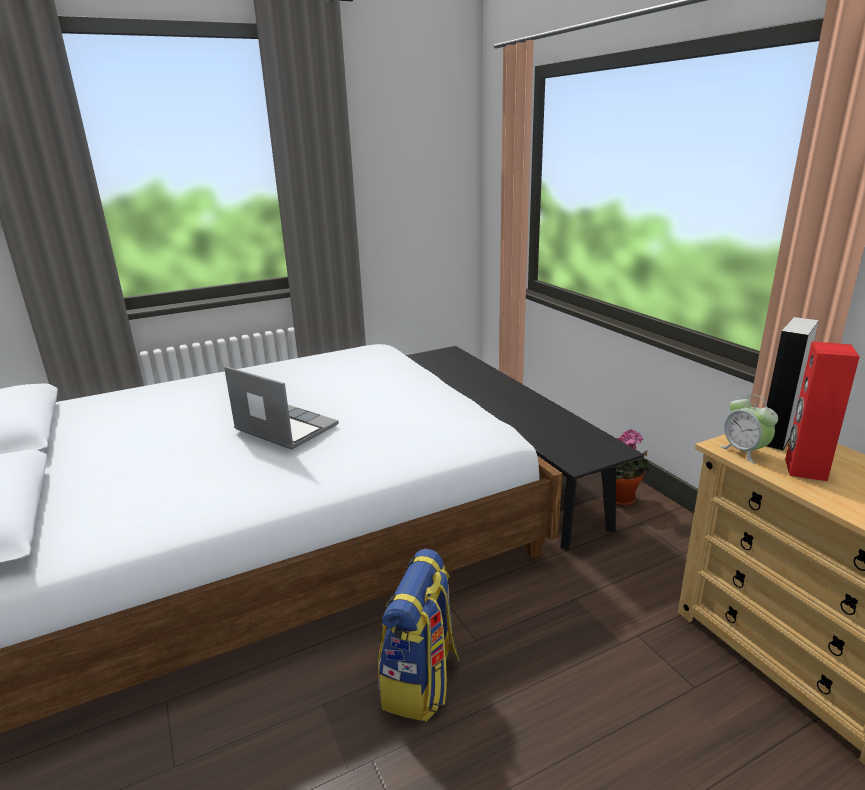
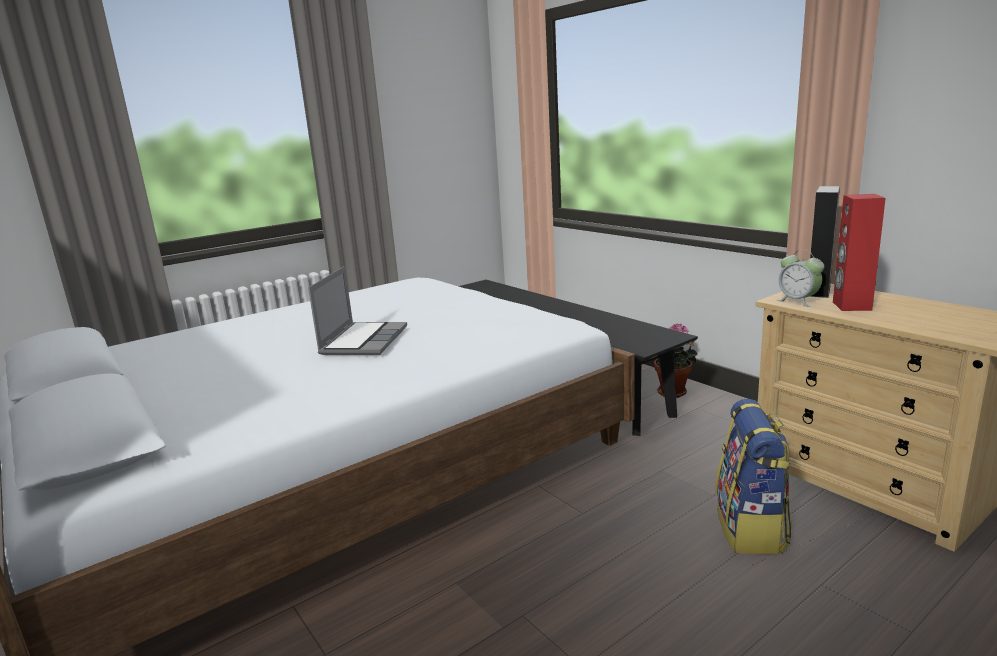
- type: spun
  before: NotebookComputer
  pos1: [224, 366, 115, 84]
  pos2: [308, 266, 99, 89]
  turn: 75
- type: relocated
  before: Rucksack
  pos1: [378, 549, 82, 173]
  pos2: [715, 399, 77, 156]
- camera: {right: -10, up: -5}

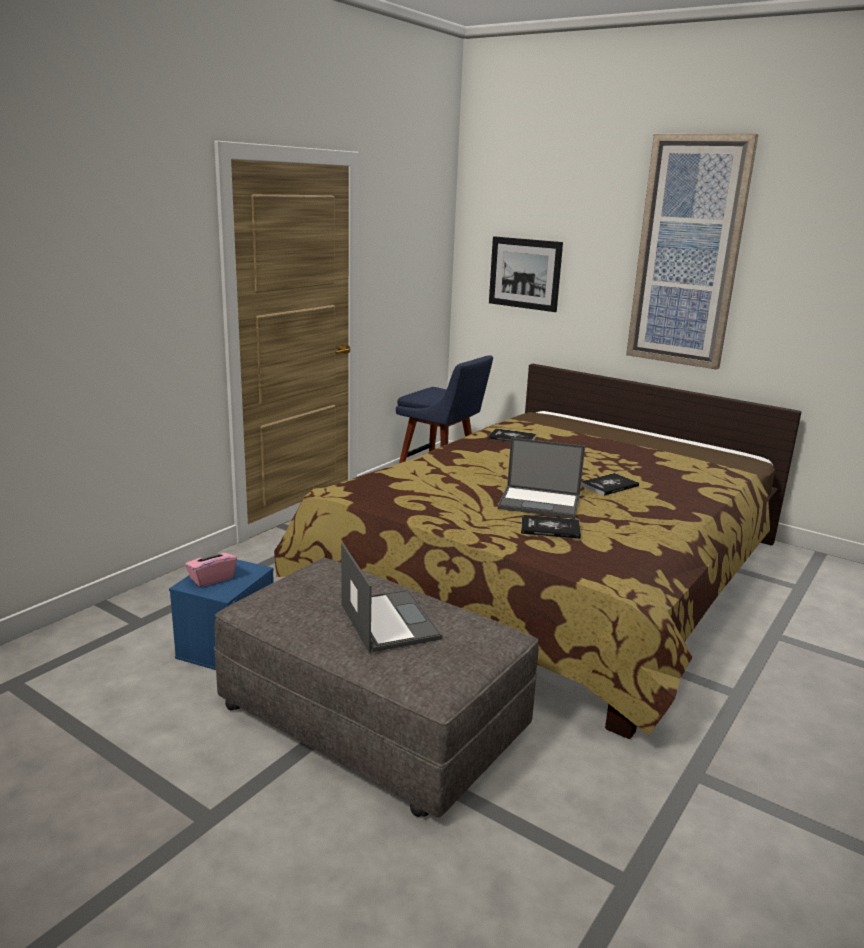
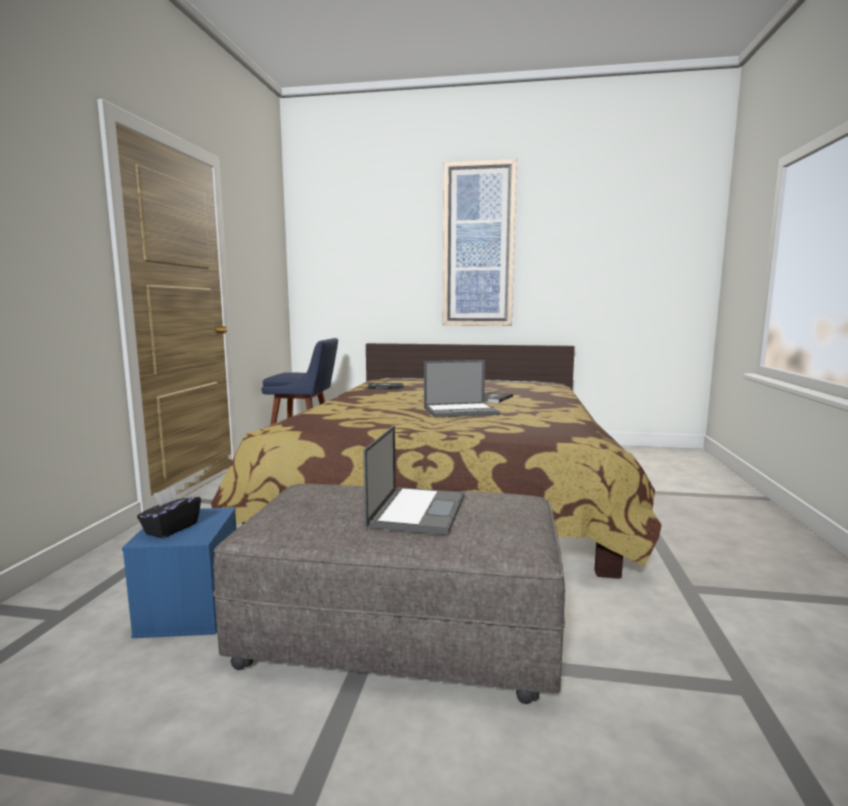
- type: colour
  before: PinkishBoxOfTissues
  after: BlackColouredBoxOfTissues
  pos1: [185, 544, 52, 43]
  pos2: [137, 487, 64, 51]
- type: spun
  before: NotebookComputer
  pos1: [341, 543, 101, 110]
  pos2: [363, 426, 101, 109]
  turn: 60
- type: missing
  before: Picture
  pos1: [489, 236, 74, 76]
- type: missing
  before: BoundBook
  pos1: [521, 515, 60, 24]
- camera: {right: -25, up: -10}

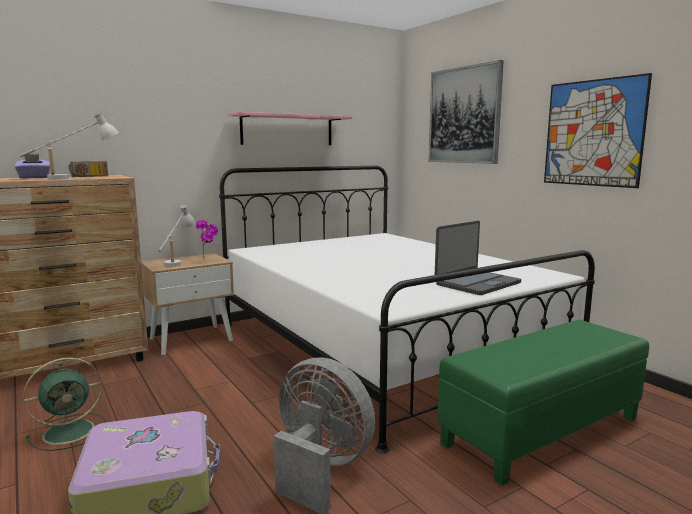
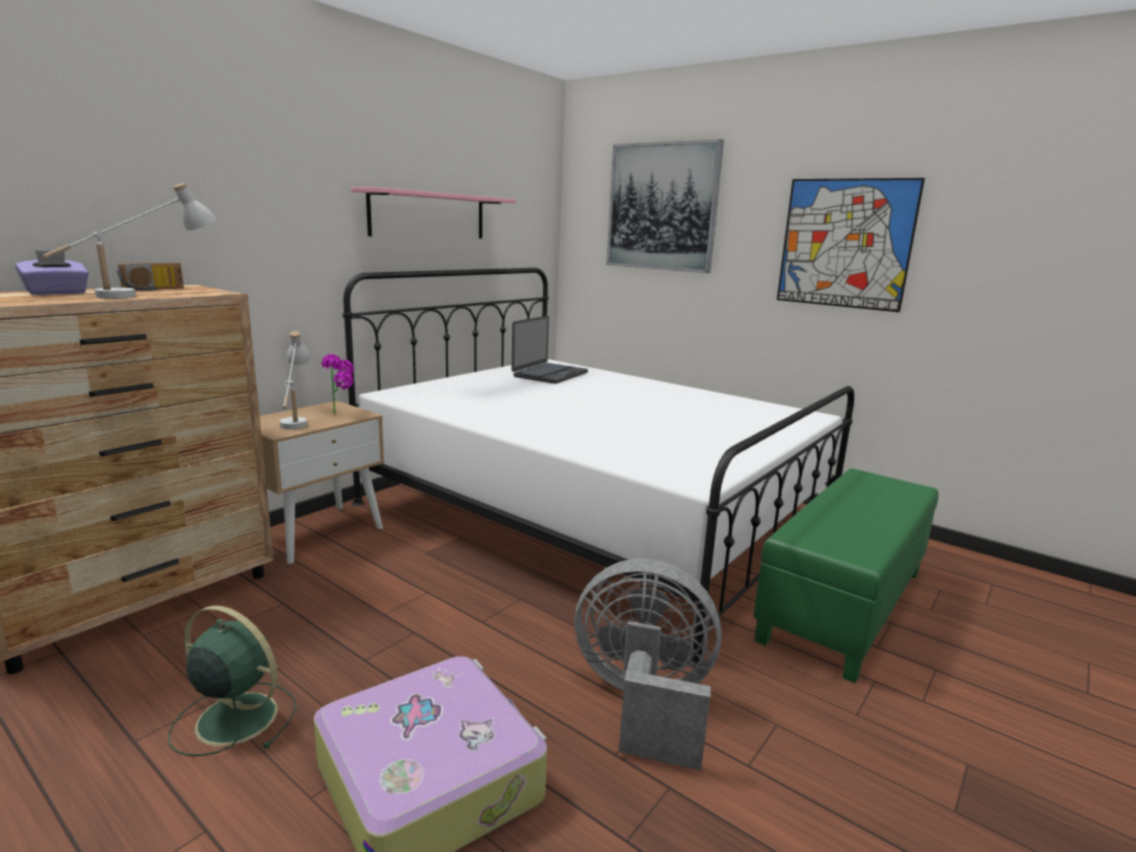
- type: spun
  before: GreenishElectricFan
  pos1: [23, 357, 84, 94]
  pos2: [168, 605, 128, 151]
  turn: -105
- type: relocated
  before: NotebookComputer
  pos1: [435, 221, 86, 74]
  pos2: [512, 316, 76, 68]
- camera: {right: -20, up: 5}

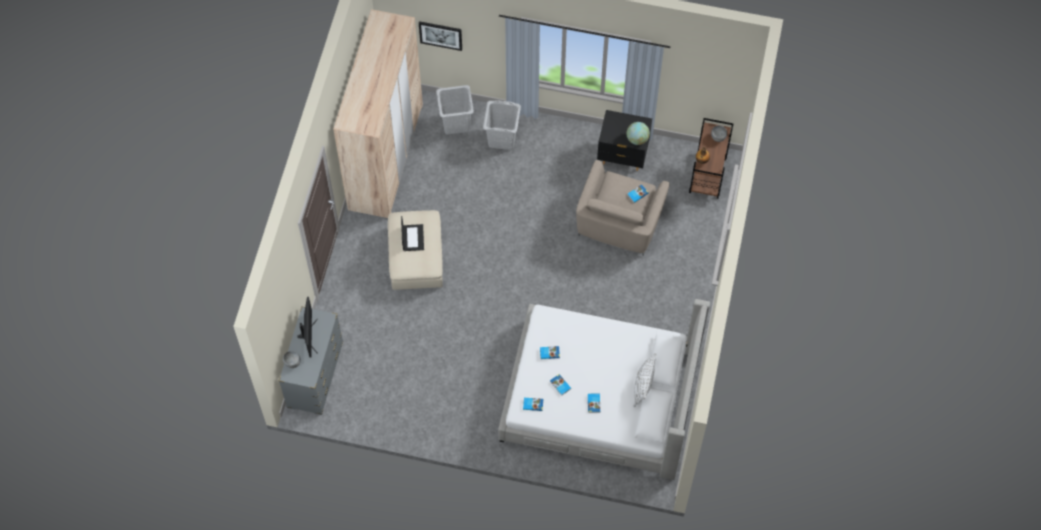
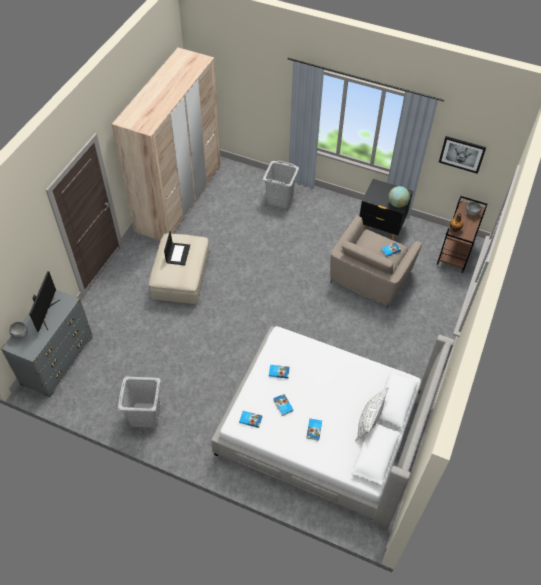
- type: relocated
  before: GreyLaundryBasket
  pos1: [436, 85, 38, 49]
  pos2: [118, 377, 43, 51]
- type: relocated
  before: Picture
  pos1: [419, 21, 43, 30]
  pos2: [439, 136, 47, 38]
- camera: {right: 10, up: -10}

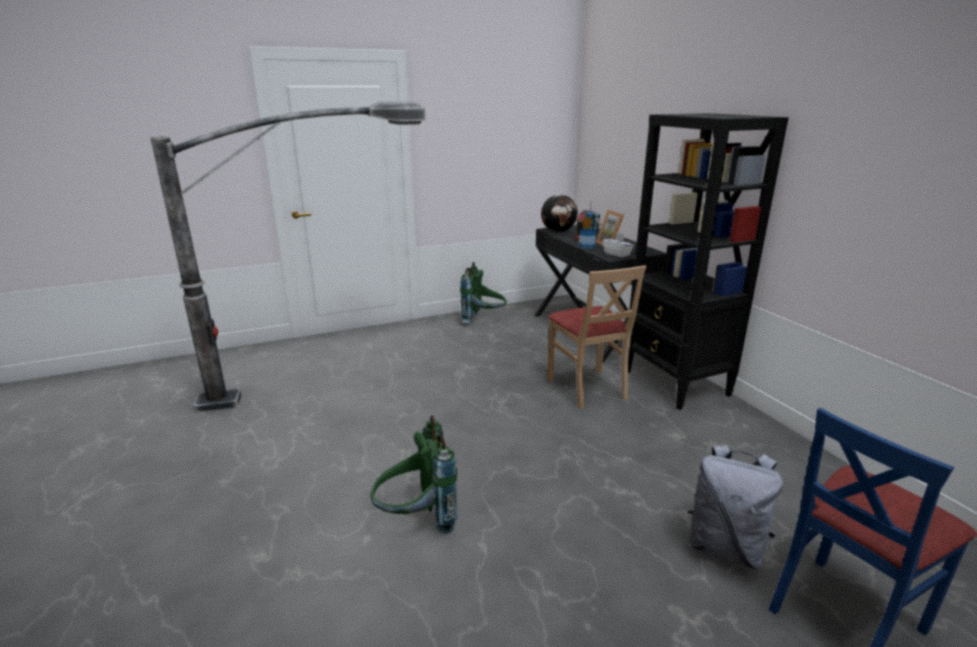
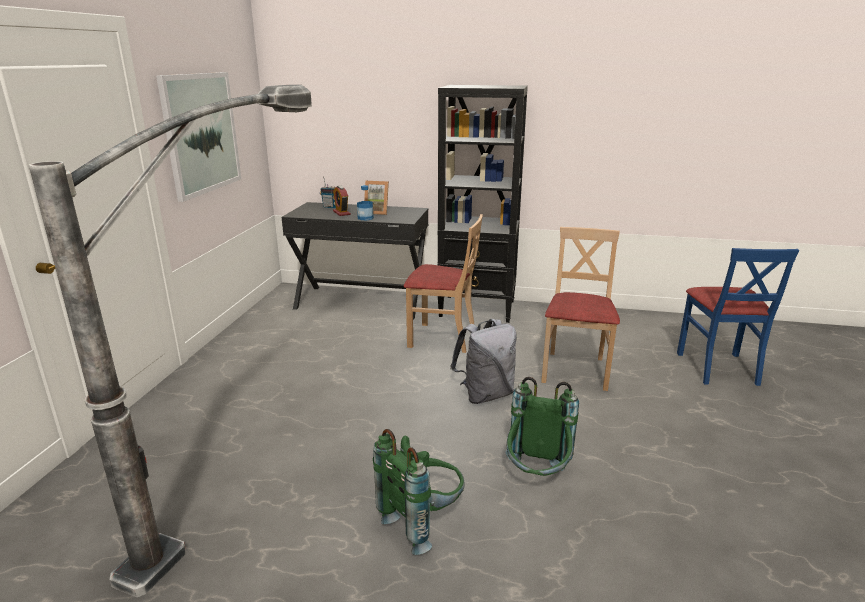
- type: appeared
  after: Picture
  pos2: [156, 72, 85, 130]
- type: relocated
  before: GreenishRucksack
  pos1: [460, 262, 47, 62]
  pos2: [373, 429, 92, 126]
- type: relocated
  before: GreyRucksack
  pos1: [688, 445, 95, 124]
  pos2: [450, 319, 67, 85]
- type: appeared
  after: BeigeColouredChair
  pos2: [541, 227, 79, 164]
- type: missing
  before: WorldGlobe
  pos1: [541, 195, 37, 37]
- type: missing
  before: WhitishBoxOfTissues
  pos1: [603, 233, 31, 24]
- camera: {right: -55, up: 0}

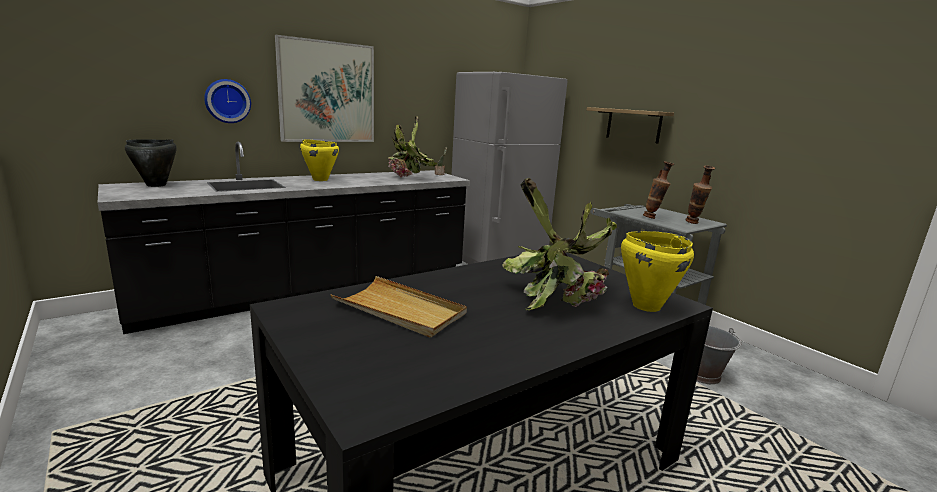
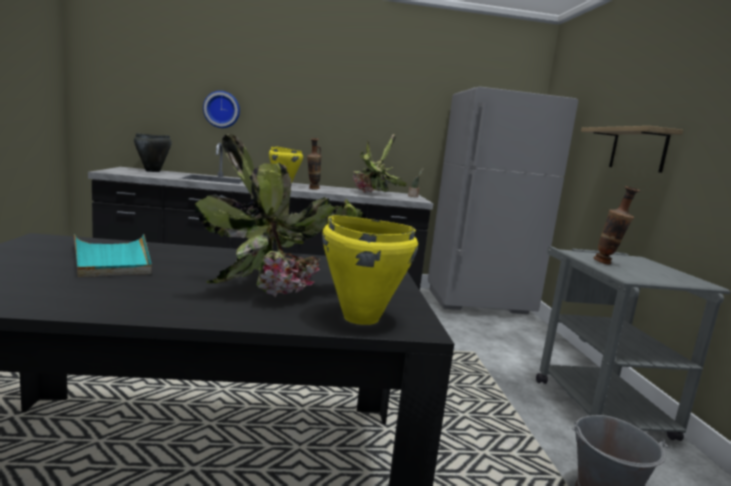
- type: colour
  before: BeigeColouredTray
  after: TurquoiseTray
  pos1: [331, 276, 136, 61]
  pos2: [74, 234, 78, 43]
- type: relocated
  before: Vase
  pos1: [685, 166, 30, 58]
  pos2: [307, 138, 15, 52]
- type: missing
  before: Picture
  pos1: [275, 35, 99, 107]
- camera: {right: 30, up: -5}

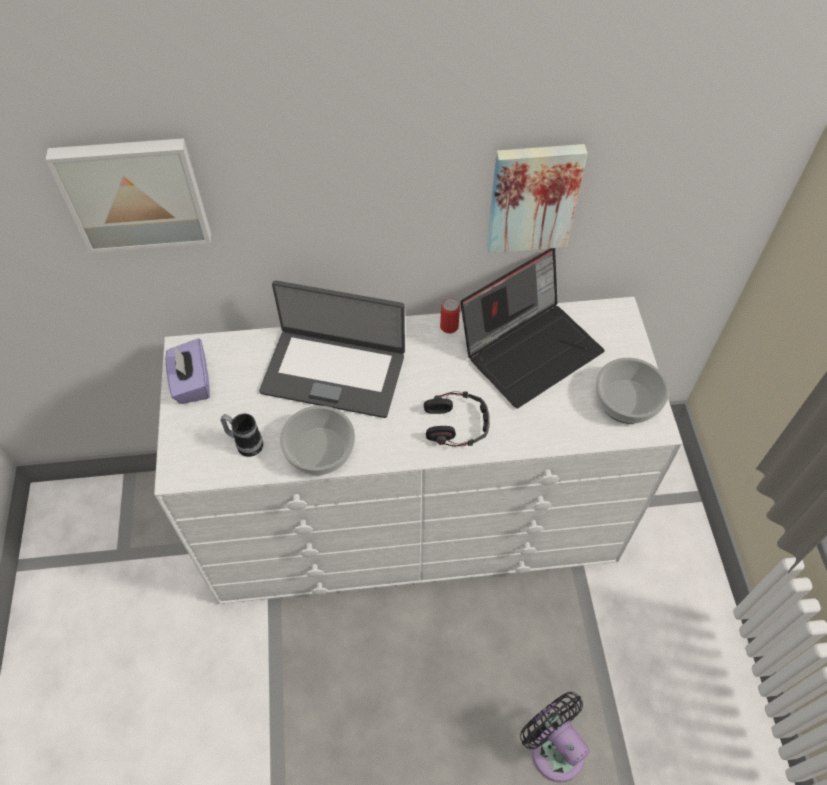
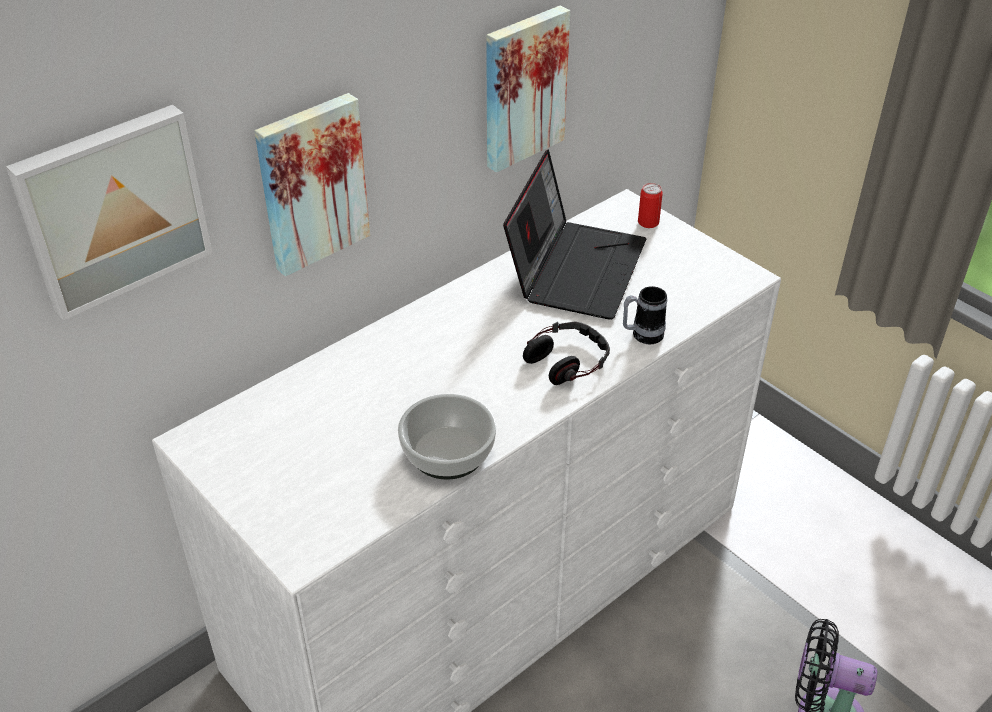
- type: appeared
  after: Picture
  pos2: [254, 93, 116, 183]
- type: relocated
  before: TeaMug
  pos1: [220, 413, 43, 44]
  pos2: [623, 286, 44, 58]
- type: relocated
  before: MetalCan
  pos1: [440, 298, 20, 35]
  pos2: [638, 183, 25, 45]
- type: missing
  before: PurpleColouredBoxOfTissues
  pos1: [165, 338, 45, 66]
- type: missing
  before: NotebookComputer
  pos1: [259, 280, 146, 138]
- type: missing
  before: Bowl
  pos1: [595, 358, 74, 66]
- camera: {right: -35, up: -15}

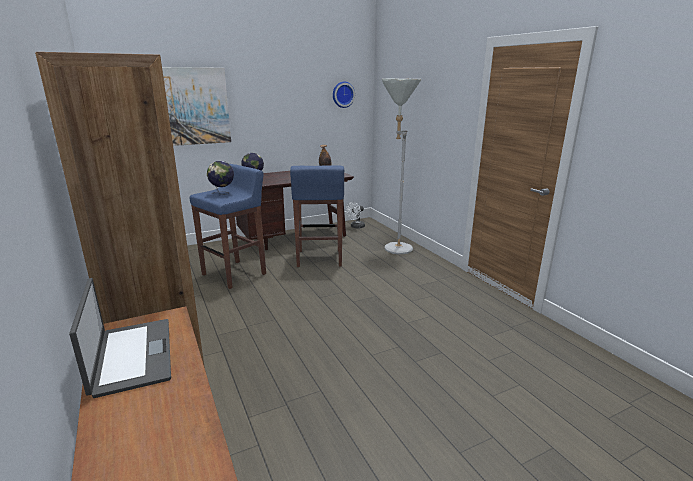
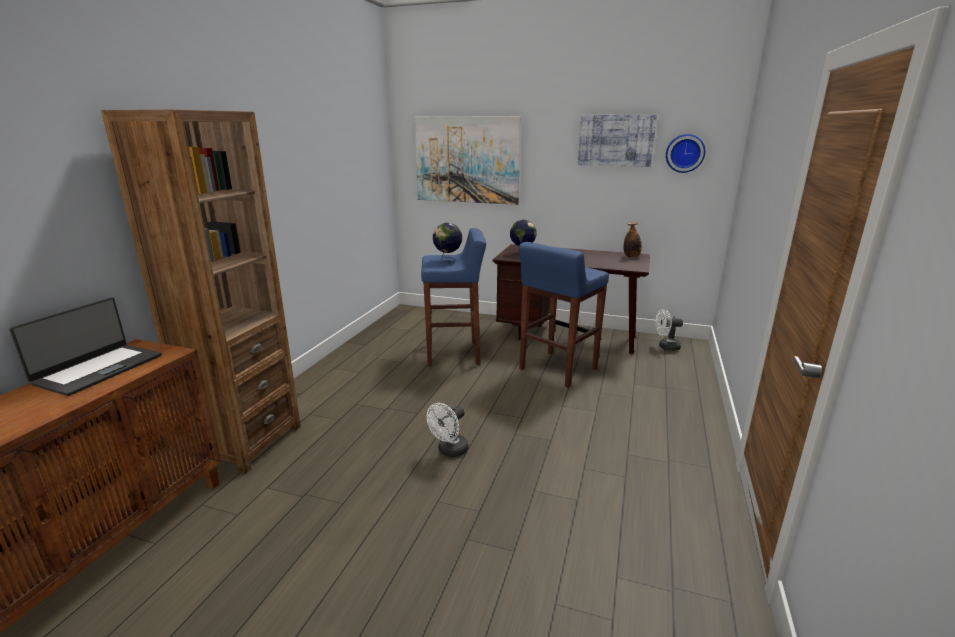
- type: appeared
  after: WhitishElectricFan
  pos2: [426, 403, 43, 54]
- type: appeared
  after: Picture
  pos2: [578, 115, 79, 52]
- type: missing
  before: GreyFloorLamp
  pos1: [382, 79, 39, 175]
- camera: {right: 45, up: 0}

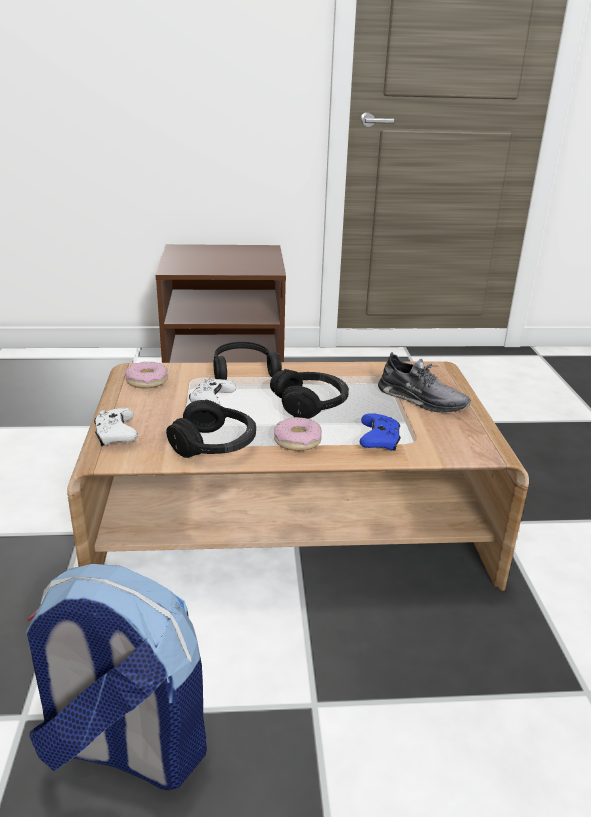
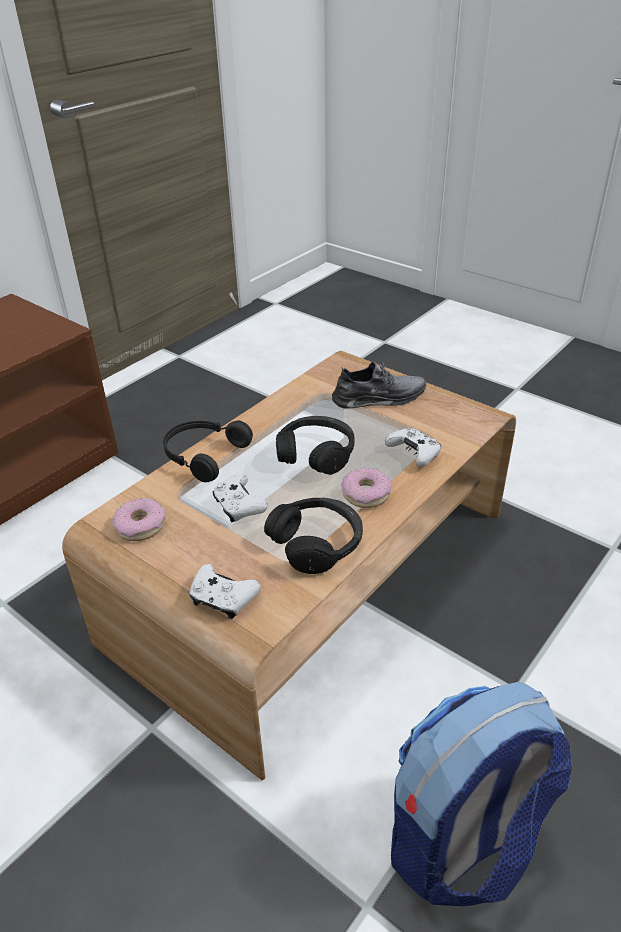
- type: colour
  before: BlueGamepad
  after: WhitishGamepad
  pos1: [360, 413, 41, 38]
  pos2: [385, 428, 56, 39]
- camera: {right: -45, up: 10}

